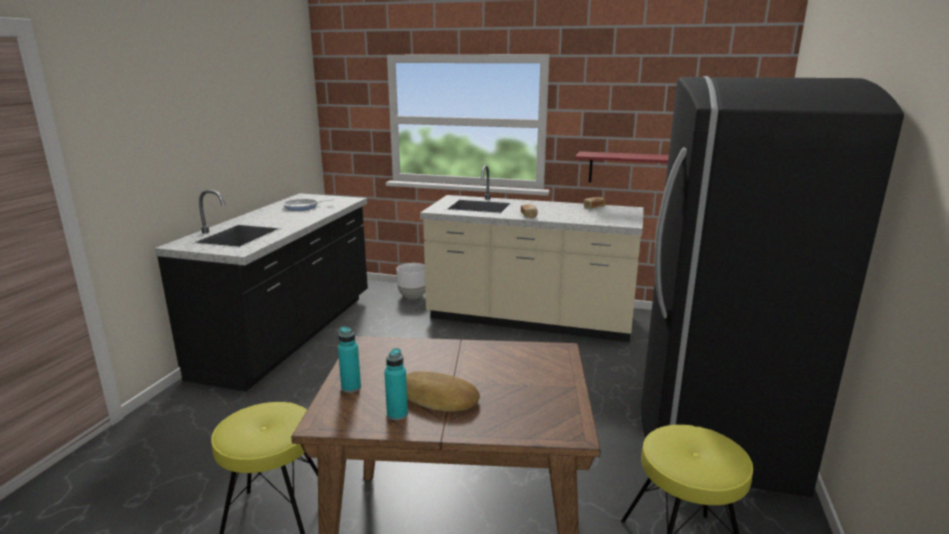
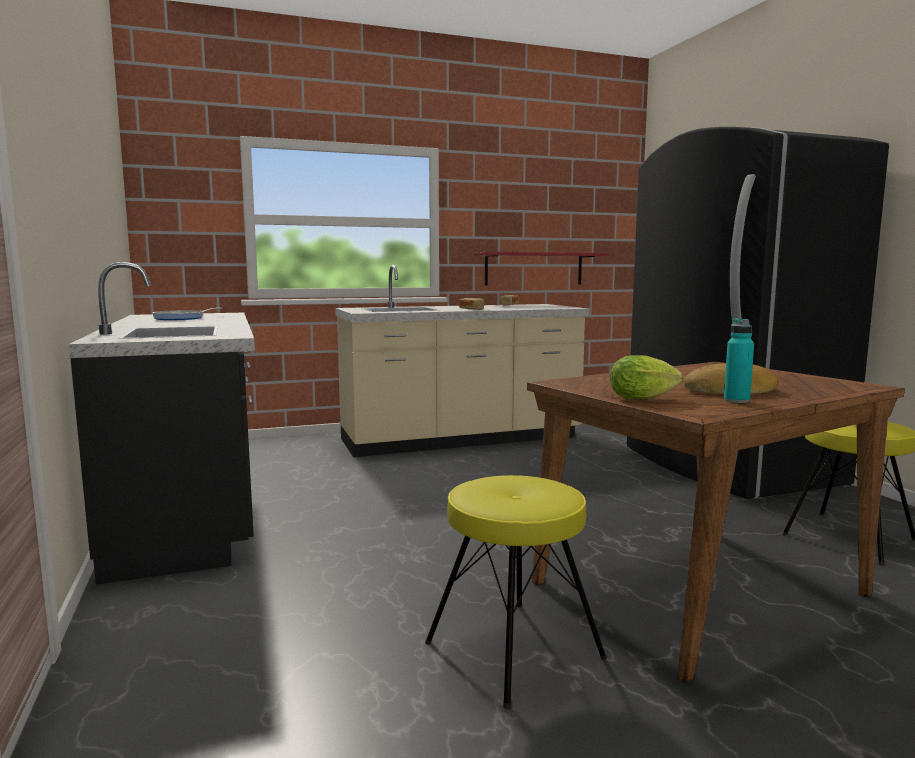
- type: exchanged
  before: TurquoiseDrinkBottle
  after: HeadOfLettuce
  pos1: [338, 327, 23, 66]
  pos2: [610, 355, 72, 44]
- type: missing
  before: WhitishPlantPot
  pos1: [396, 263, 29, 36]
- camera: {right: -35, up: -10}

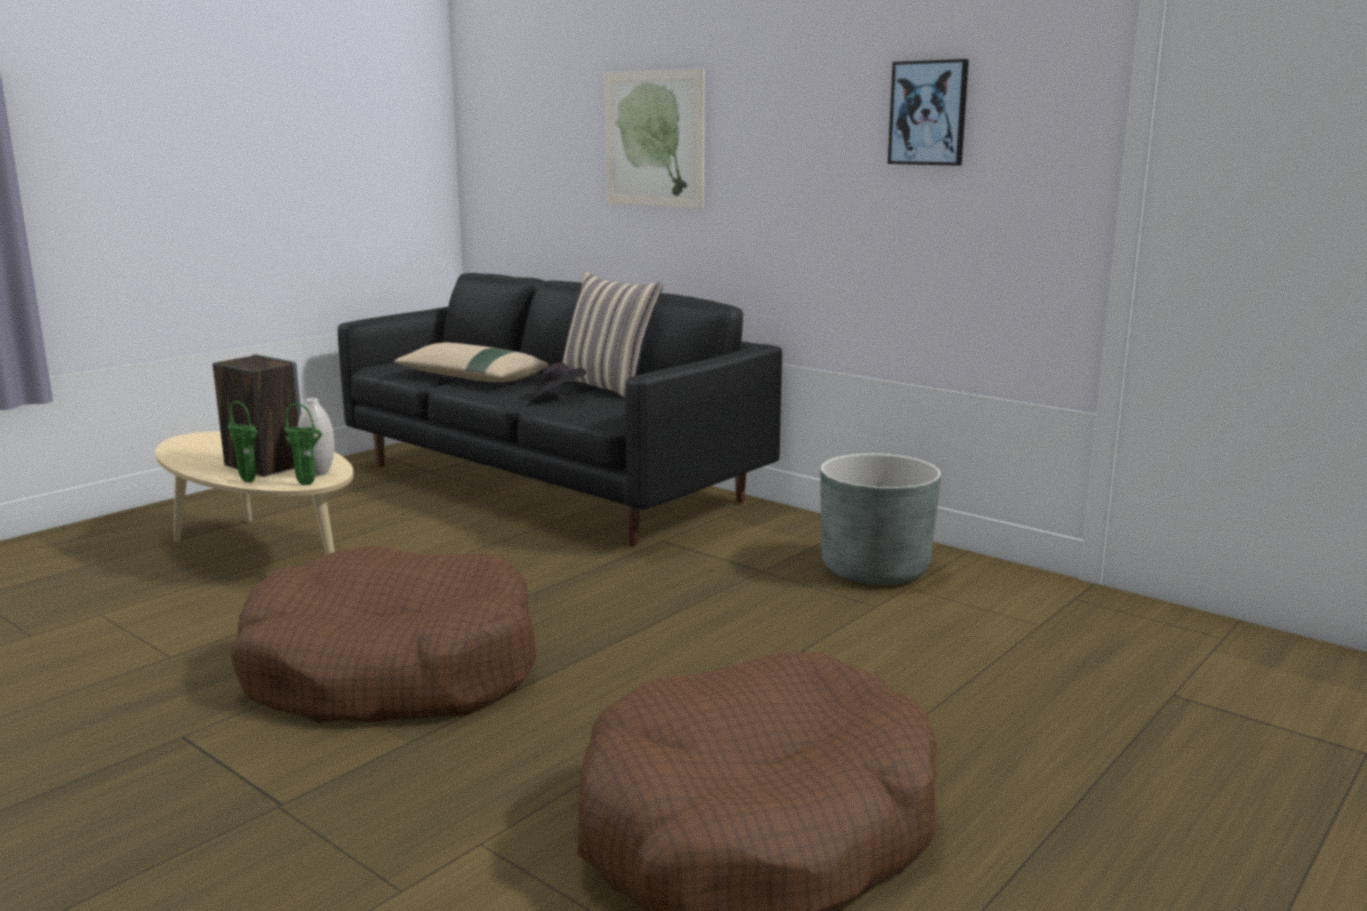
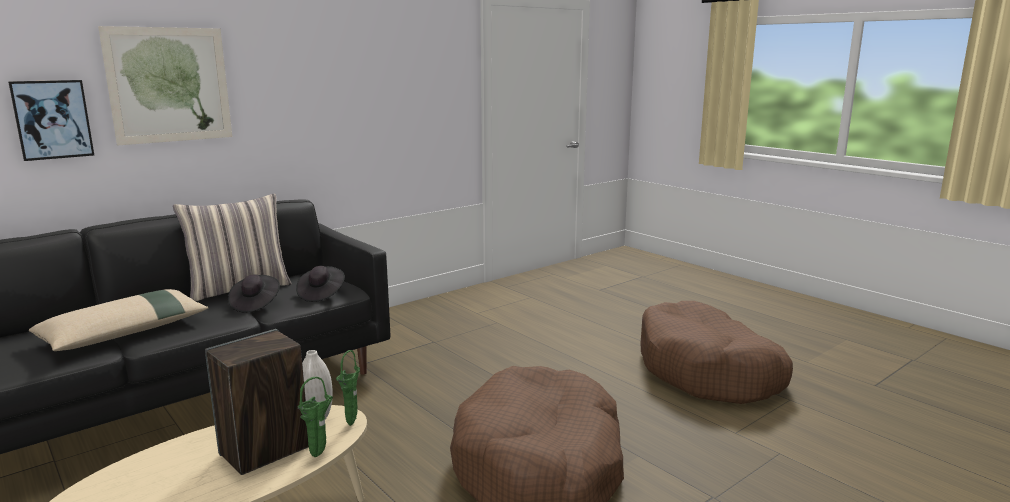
- type: relocated
  before: Picture
  pos1: [888, 59, 81, 107]
  pos2: [8, 80, 86, 81]
- type: appeared
  after: BlackColouredWearableHat
  pos2: [296, 266, 49, 36]
- type: missing
  before: GreyPlantPot
  pos1: [820, 453, 121, 132]
- camera: {right: -80, up: 0}

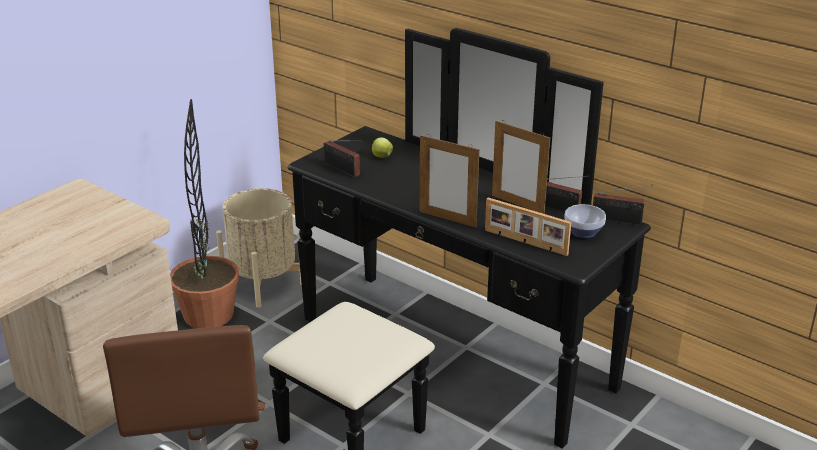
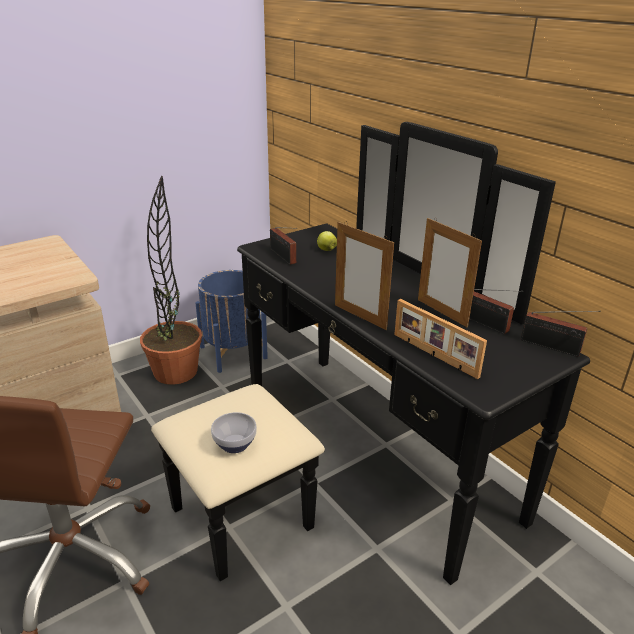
- type: colour
  before: BeigeColouredPlantPot
  after: BluePlantPot
  pos1: [216, 188, 86, 120]
  pos2: [195, 270, 73, 103]
- type: relocated
  before: Bowl
  pos1: [564, 204, 42, 34]
  pos2: [211, 412, 46, 41]
- camera: {right: 15, up: 0}

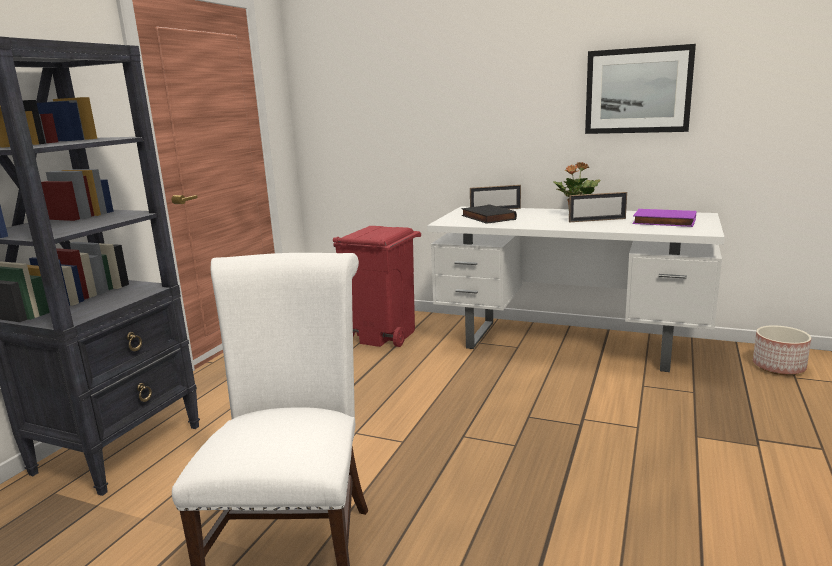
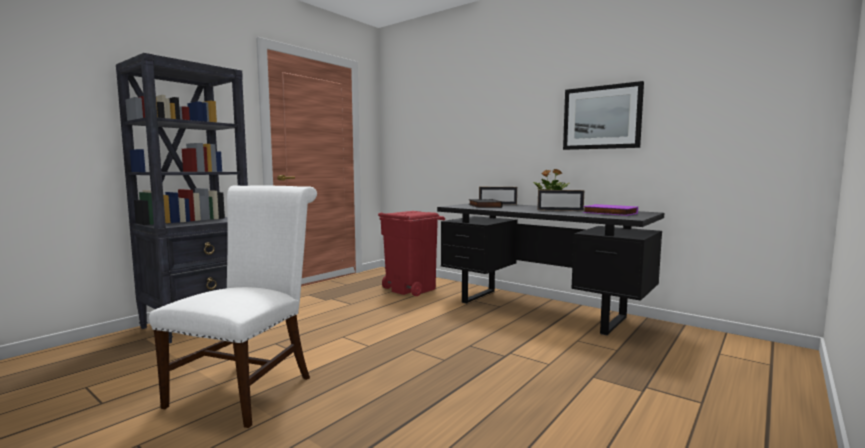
- type: colour
  before: WhitishDesk
  after: BlackColouredDesk
  pos1: [427, 207, 298, 165]
  pos2: [437, 203, 227, 133]
- type: missing
  before: PlantPot
  pos1: [753, 325, 58, 50]
- camera: {right: 15, up: -10}

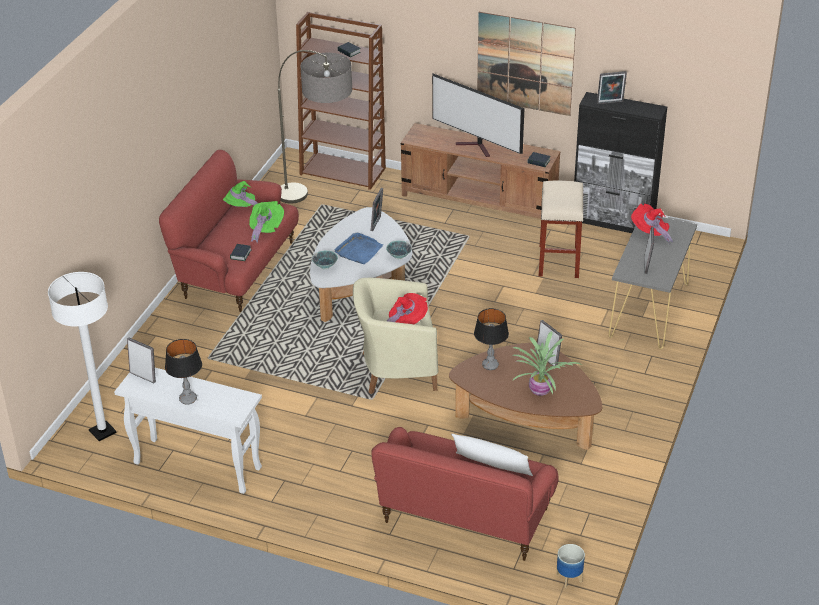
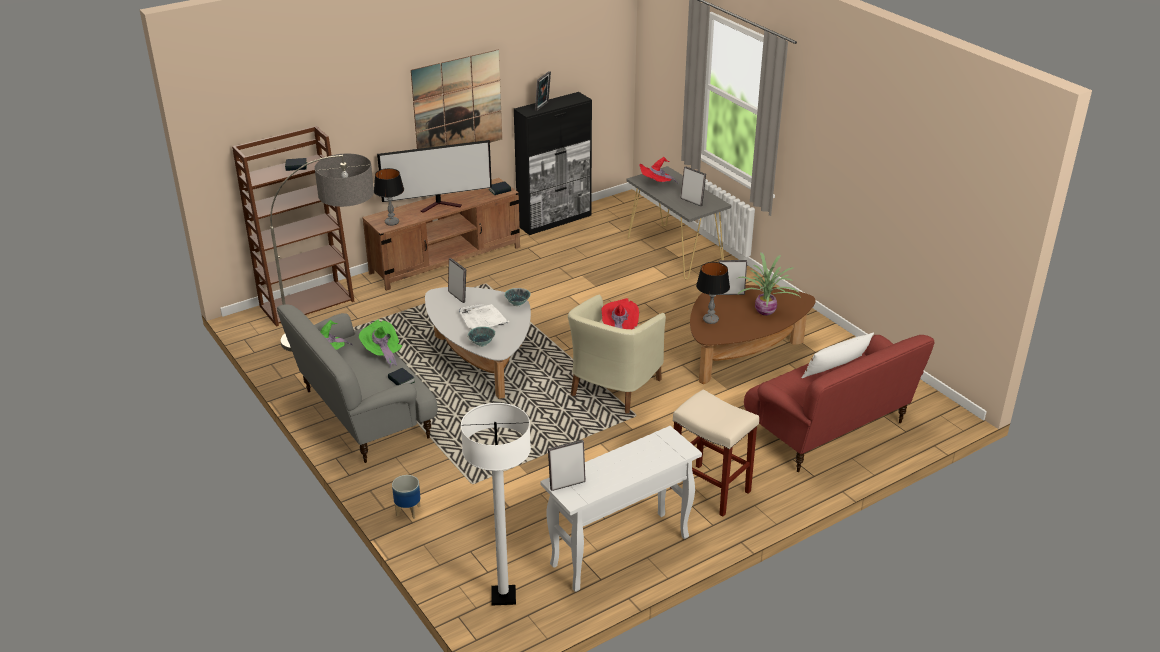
- type: colour
  before: RedSofa
  after: GreySofa
  pos1: [159, 150, 140, 162]
  pos2: [277, 305, 161, 158]
- type: relocated
  before: LampForATable
  pos1: [165, 339, 37, 66]
  pos2: [374, 168, 30, 58]
- type: relocated
  before: PlantPot
  pos1: [556, 544, 29, 44]
  pos2: [392, 475, 29, 44]
- type: colour
  before: BlueTray
  after: WhitishTray
  pos1: [334, 232, 49, 32]
  pos2: [459, 304, 50, 25]
- type: relocated
  before: BeigeColouredStoolSeat
  pos1: [539, 181, 45, 97]
  pos2: [670, 389, 89, 128]
- camera: {right: -55, up: -5}

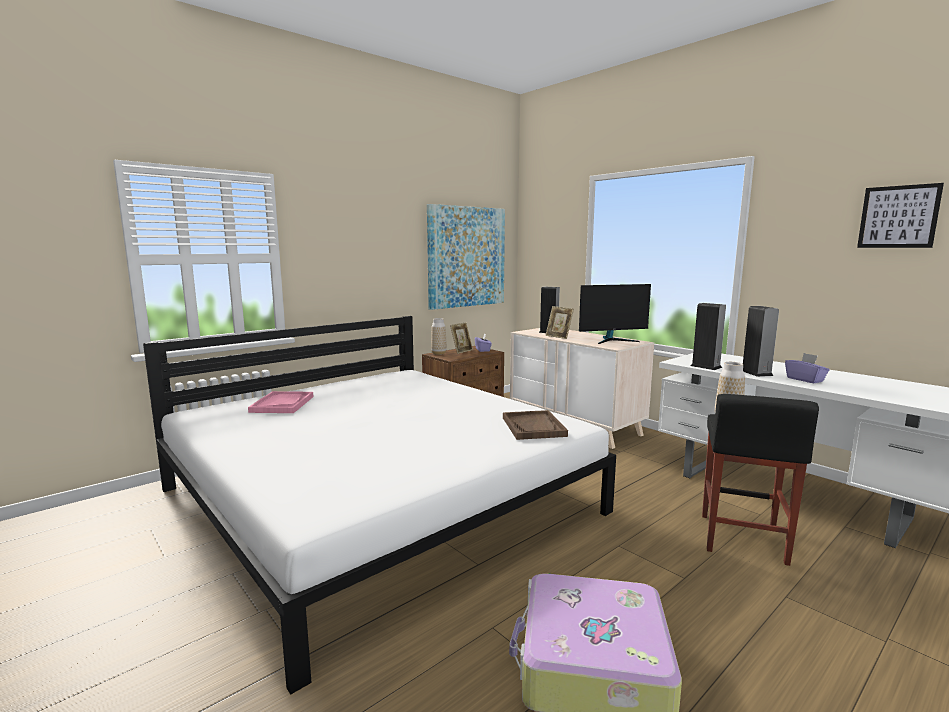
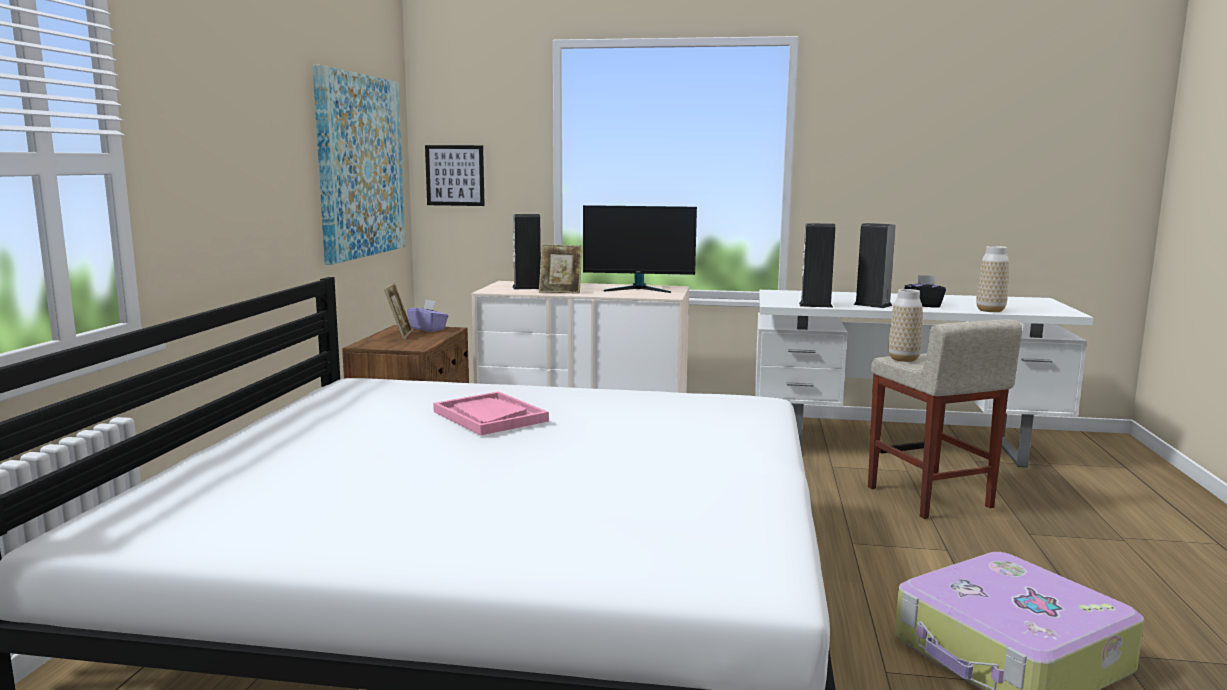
- type: relocated
  before: Picture
  pos1: [857, 183, 87, 65]
  pos2: [425, 145, 60, 61]
- type: relocated
  before: PinkishTray
  pos1: [248, 391, 66, 22]
  pos2: [433, 391, 116, 44]
- type: spun
  before: ComputerScreen
  pos1: [579, 284, 72, 60]
  pos2: [583, 205, 114, 88]
  turn: 60
- type: colour
  before: BlackColouredStoolSeat
  after: BeigeColouredStoolSeat
  pos1: [702, 394, 117, 172]
  pos2: [868, 319, 154, 200]
- type: colour
  before: PurpleColouredBoxOfTissues
  after: BlackColouredBoxOfTissues
  pos1: [785, 353, 45, 30]
  pos2: [904, 275, 42, 33]
- type: relocated
  before: Vase
  pos1: [431, 318, 16, 37]
  pos2: [976, 246, 33, 66]
- type: missing
  before: BrownTray
  pos1: [503, 410, 65, 30]
- camera: {right: -40, up: 0}

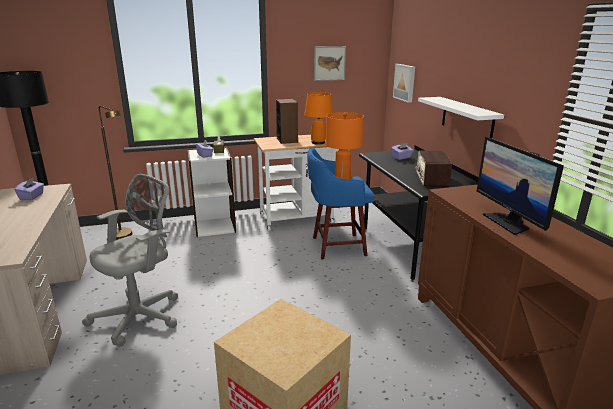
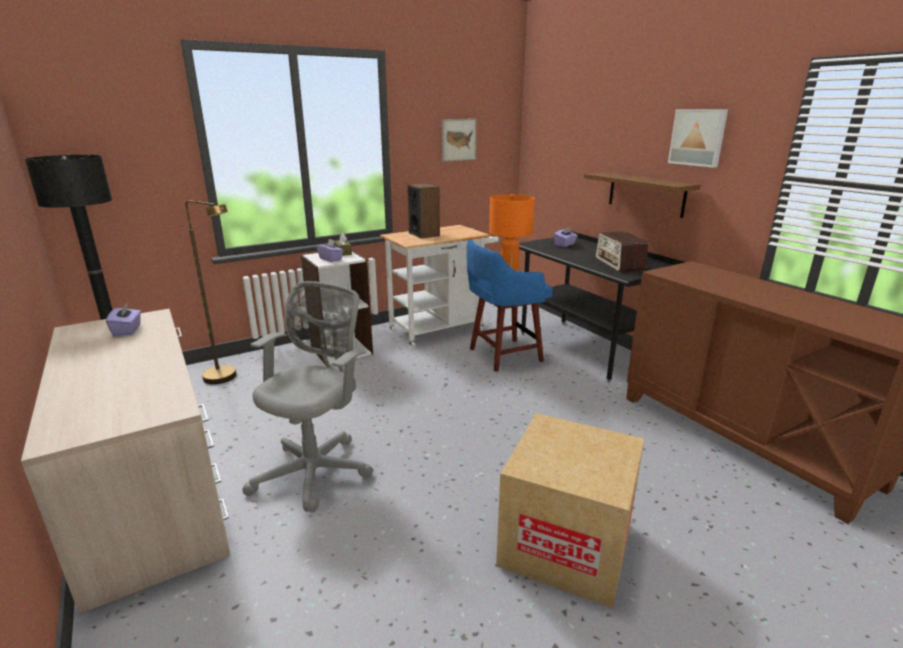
- type: colour
  before: WhitishWallShelf
  after: BrownWallShelf
  pos1: [418, 97, 86, 41]
  pos2: [584, 172, 116, 46]
- type: relocated
  before: Picture
  pos1: [393, 64, 22, 39]
  pos2: [668, 109, 60, 59]
- type: missing
  before: OrangeColouredLampForATable
  pos1: [304, 92, 29, 53]
- type: missing
  before: ComputerScreen
  pos1: [477, 137, 87, 98]
- camera: {right: -15, up: 0}

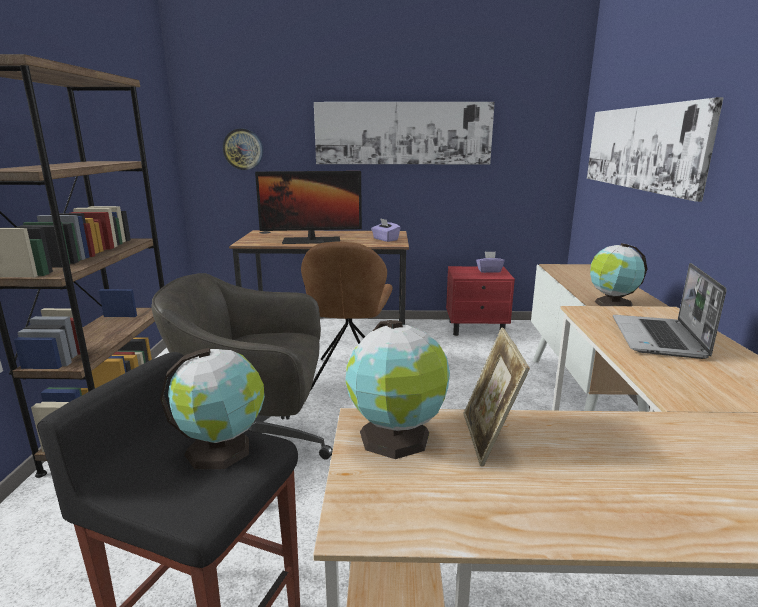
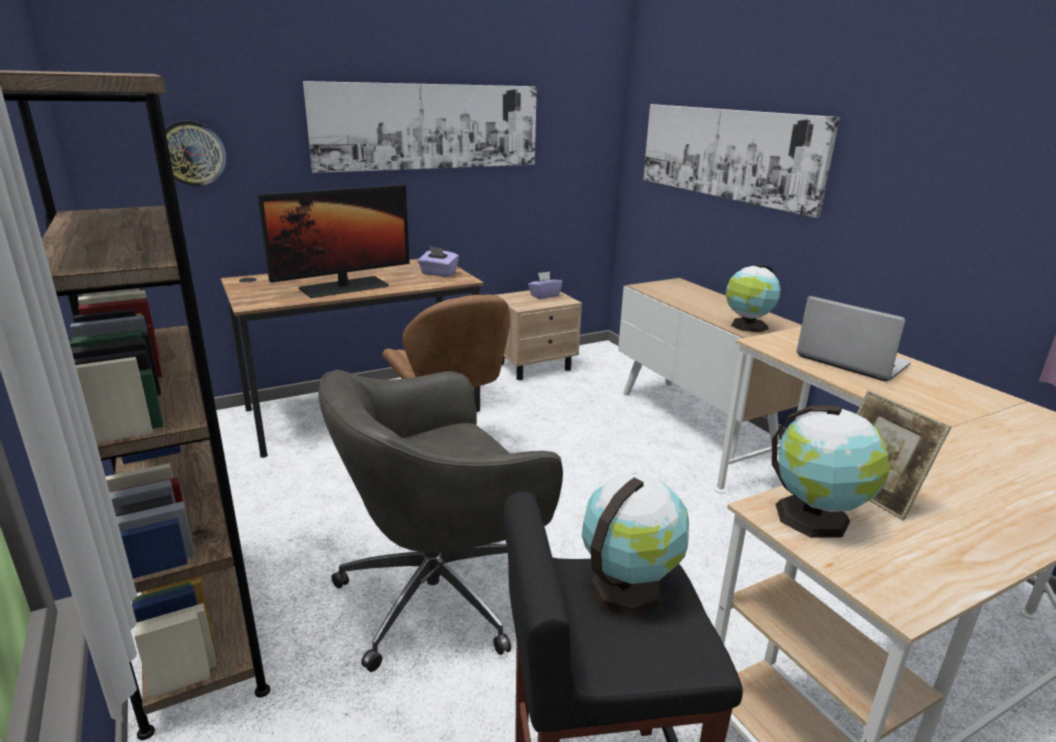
- type: colour
  before: RedNightTable
  after: BeigeColouredNightTable
  pos1: [446, 266, 69, 70]
  pos2: [496, 290, 86, 90]
- type: spun
  before: NotebookComputer
  pos1: [613, 263, 113, 96]
  pos2: [797, 296, 114, 85]
  turn: 150
- camera: {right: -30, up: 5}

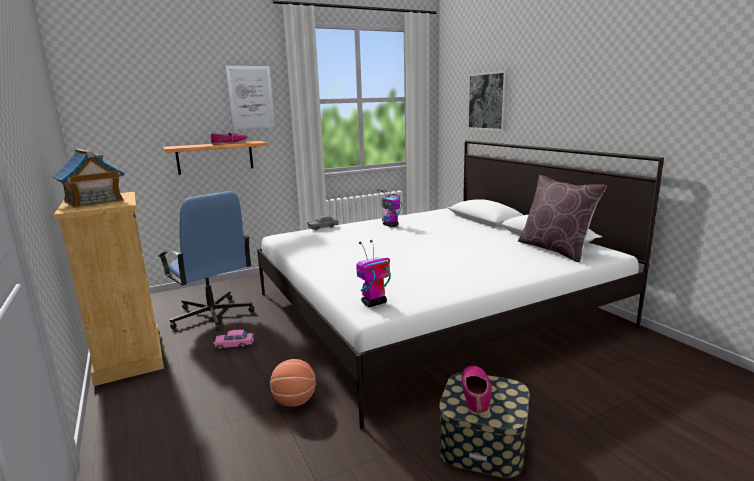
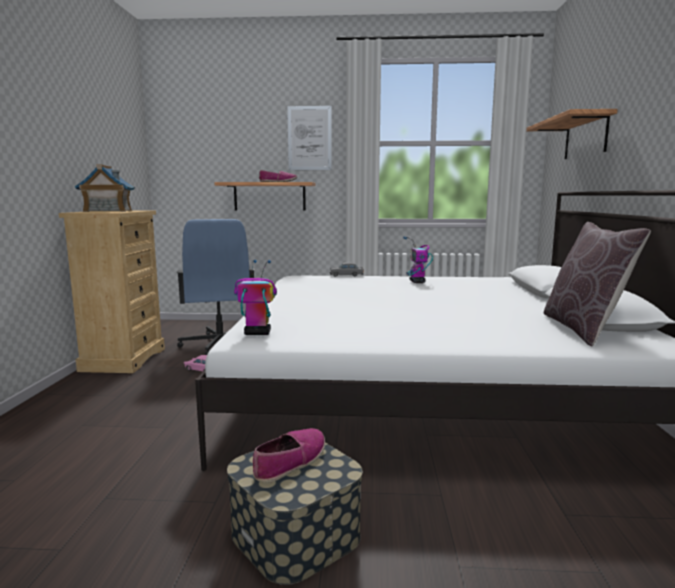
- type: exchanged
  before: Picture
  after: WallShelf
  pos1: [467, 70, 42, 61]
  pos2: [526, 109, 92, 50]
- type: missing
  before: Basketball
  pos1: [270, 359, 46, 48]
- camera: {right: 30, up: -5}

